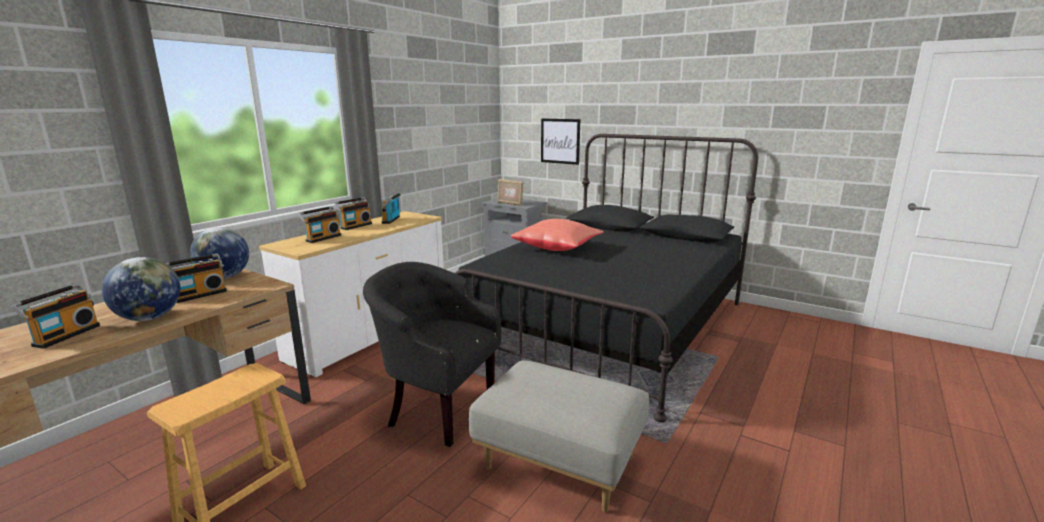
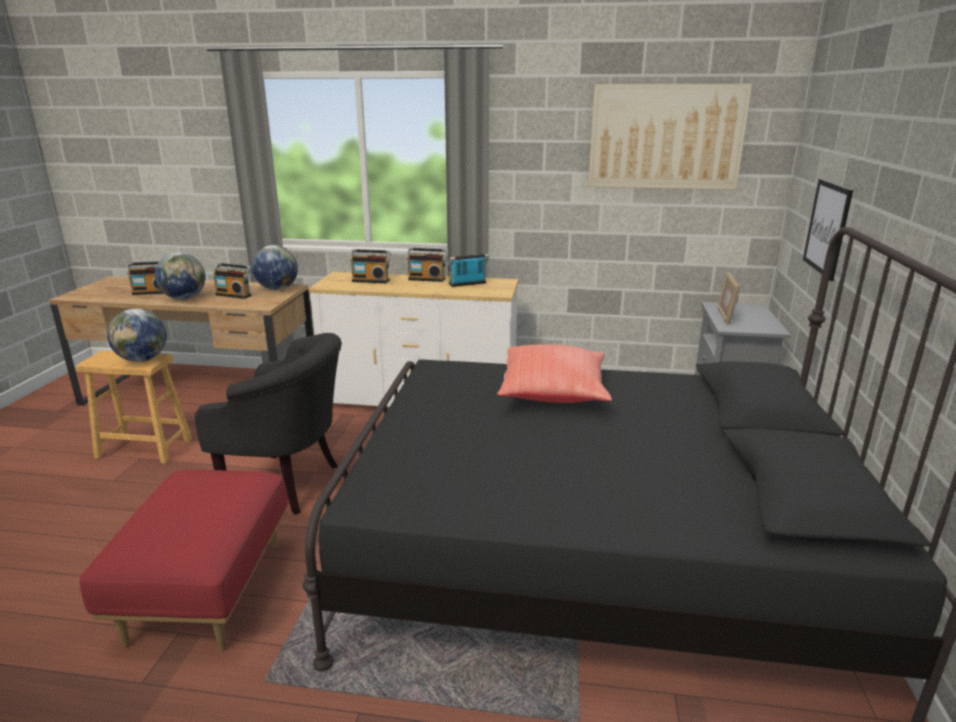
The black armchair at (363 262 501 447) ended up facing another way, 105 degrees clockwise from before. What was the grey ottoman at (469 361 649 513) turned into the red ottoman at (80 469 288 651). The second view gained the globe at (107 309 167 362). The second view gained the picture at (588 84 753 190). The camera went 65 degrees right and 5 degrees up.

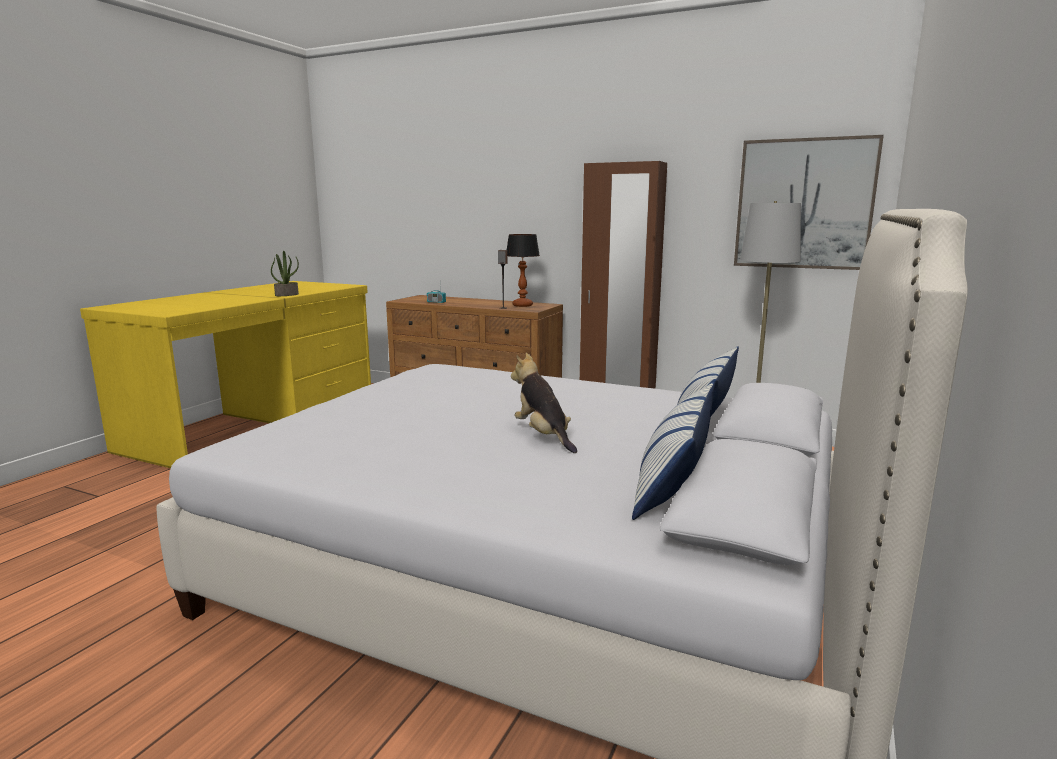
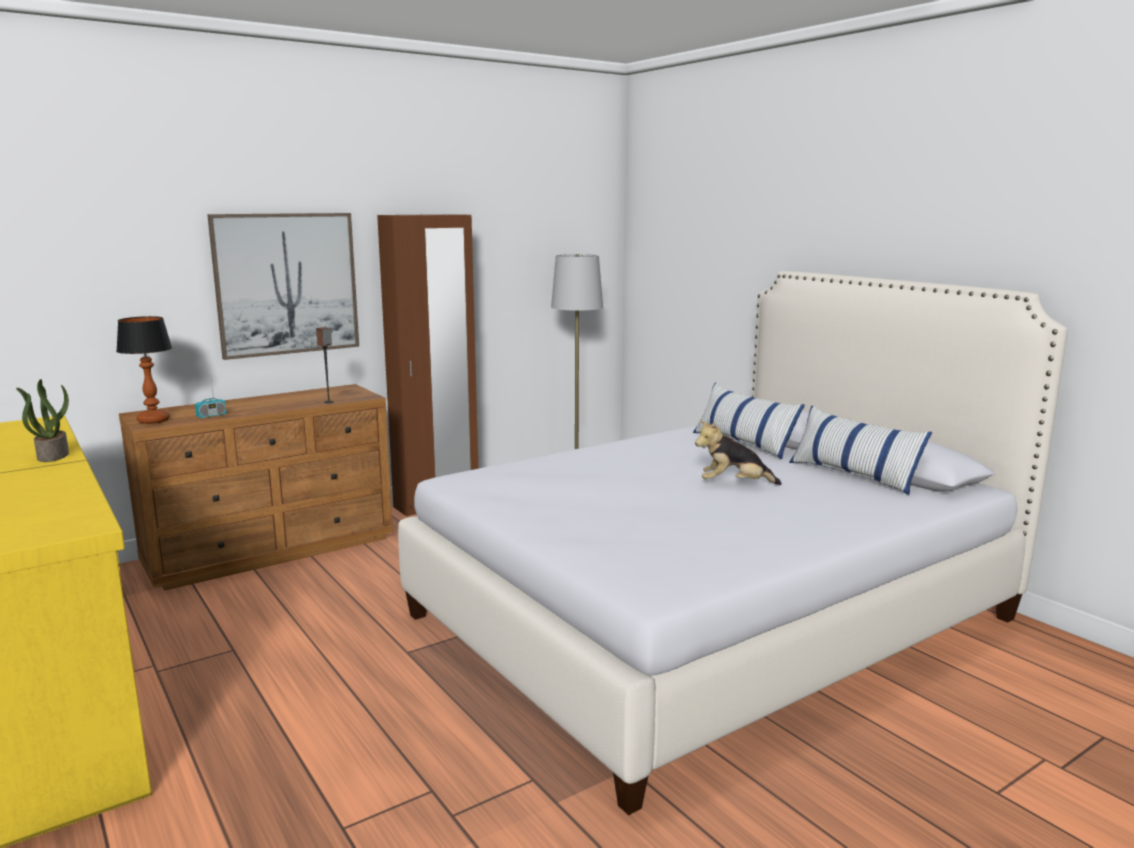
The table lamp ended up elsewhere, having gone from (507 234 540 307) to (116 316 172 424). The picture ended up elsewhere, having gone from (734 135 884 270) to (207 213 359 360). The camera went 60 degrees left and 0 degrees up.

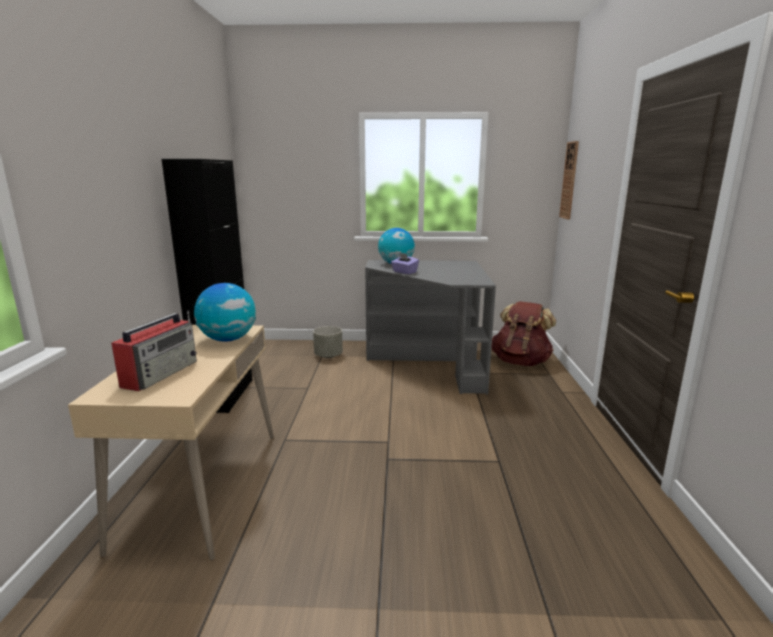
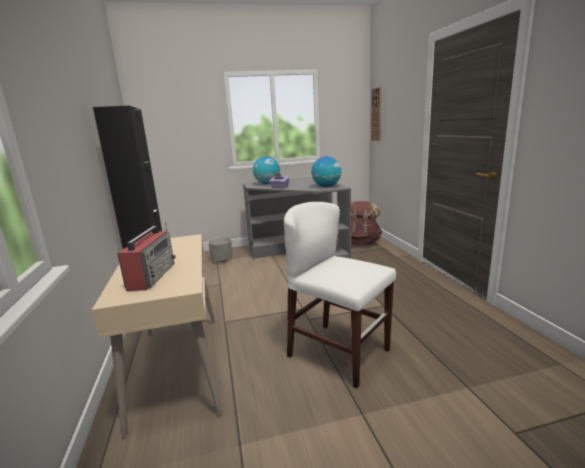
The globe ended up elsewhere, having gone from (194 283 256 342) to (311 156 342 187). The second view gained the white chair at (284 202 396 388). The camera went 15 degrees left and 0 degrees up.

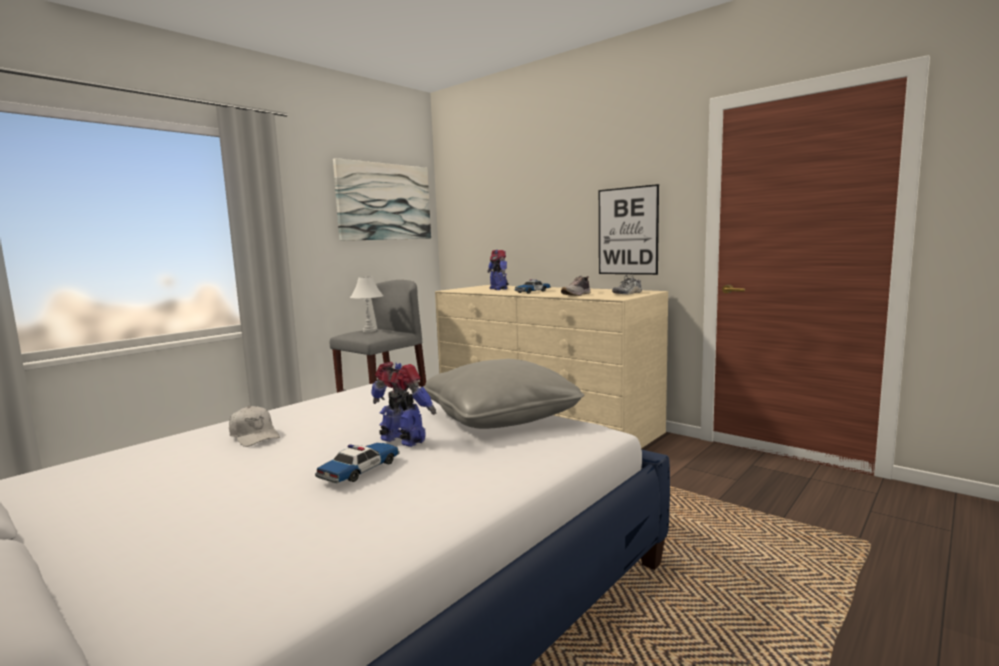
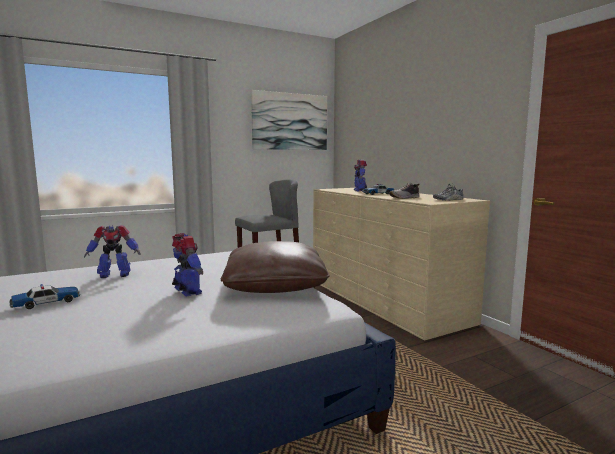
Where the white cap stood at (229 406 280 447), the toy robot came to stand at (84 225 141 278). The toy car ended up elsewhere, having gone from (315 443 400 483) to (10 284 80 309). The second view lost the white table lamp at (350 277 383 332). What was the grey pillow at (424 359 584 429) turned into the brown pillow at (221 241 330 293). The second view lost the picture at (599 184 659 275). The camera went 20 degrees right and 0 degrees up.

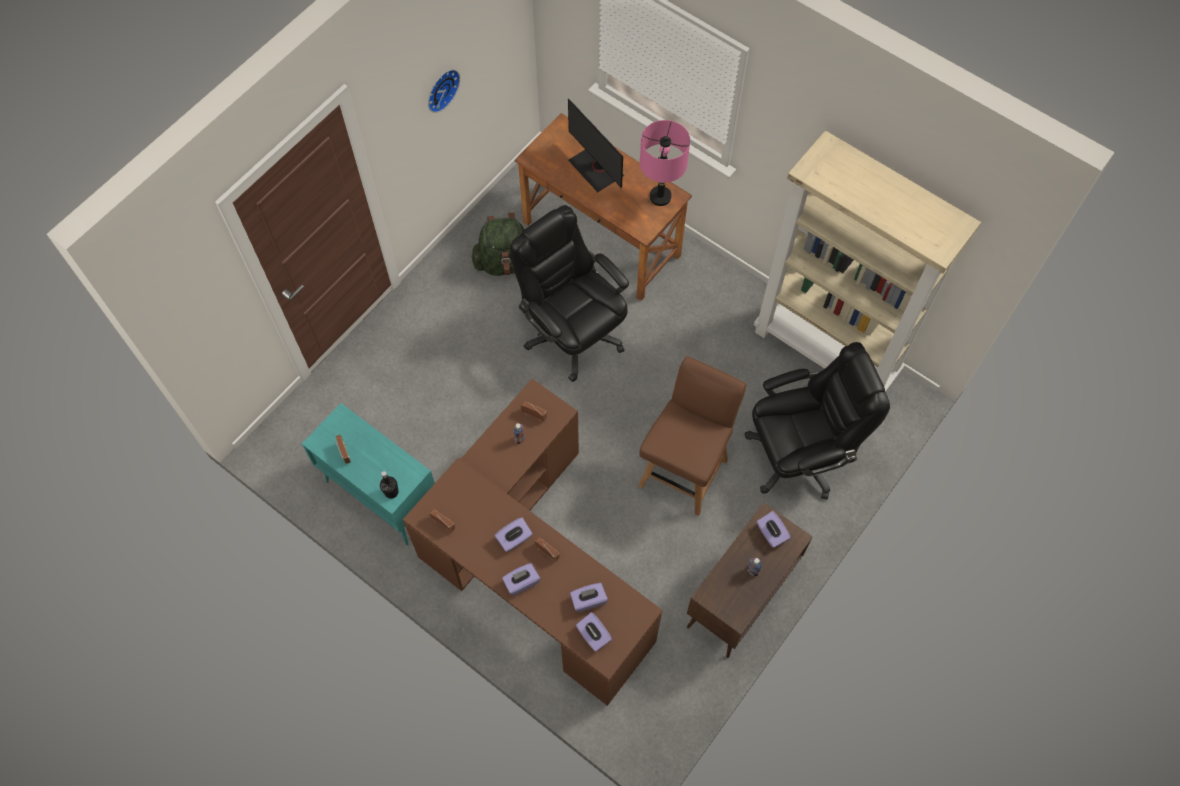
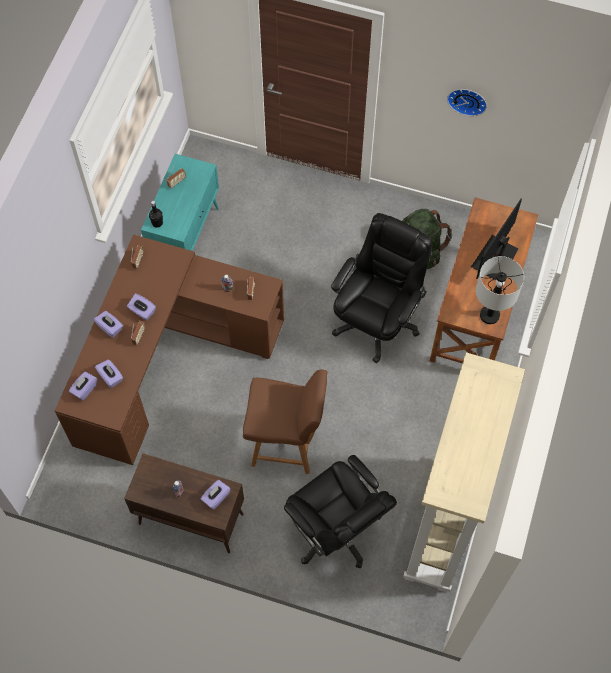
What was the pink table lamp at (640 120 690 206) turned into the grey table lamp at (476 256 524 324). The camera went 70 degrees right and 0 degrees up.

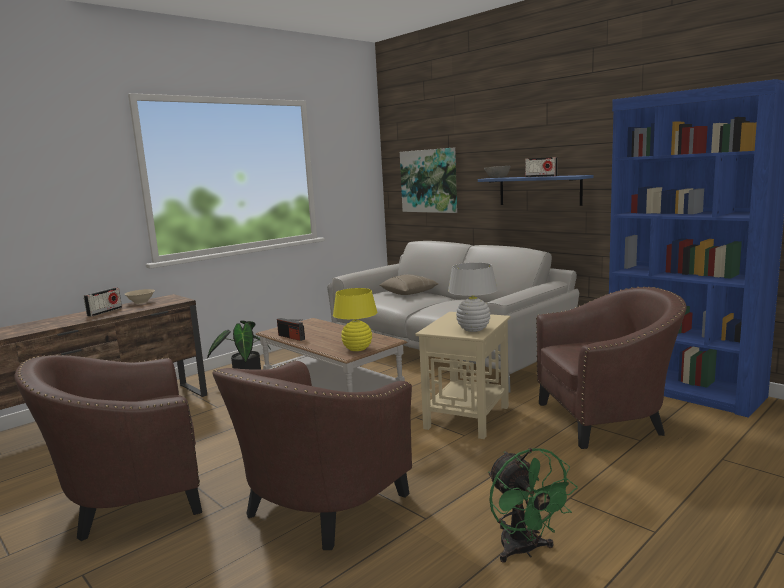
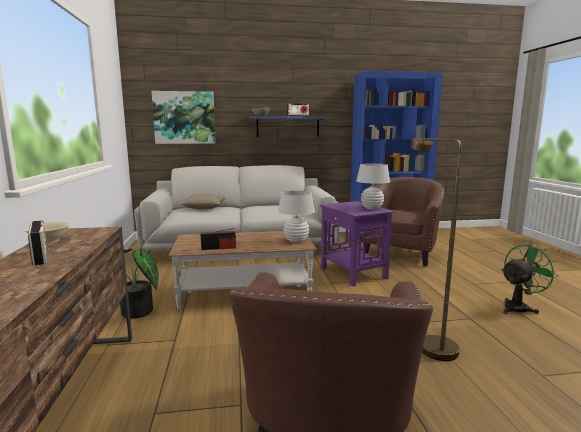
Where the brown armchair stood at (212 360 412 550), the brown floor lamp came to stand at (411 138 462 361). What was the yellow table lamp at (333 288 378 351) turned into the white table lamp at (278 191 315 243). What was the beige side table at (415 312 511 439) turned into the purple side table at (320 201 395 287). The green fan at (488 448 578 563) ended up facing another way, 45 degrees counterclockwise from before. The camera went 55 degrees left and 0 degrees up.

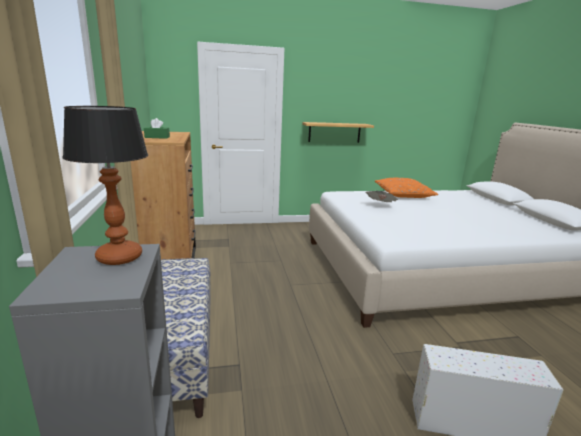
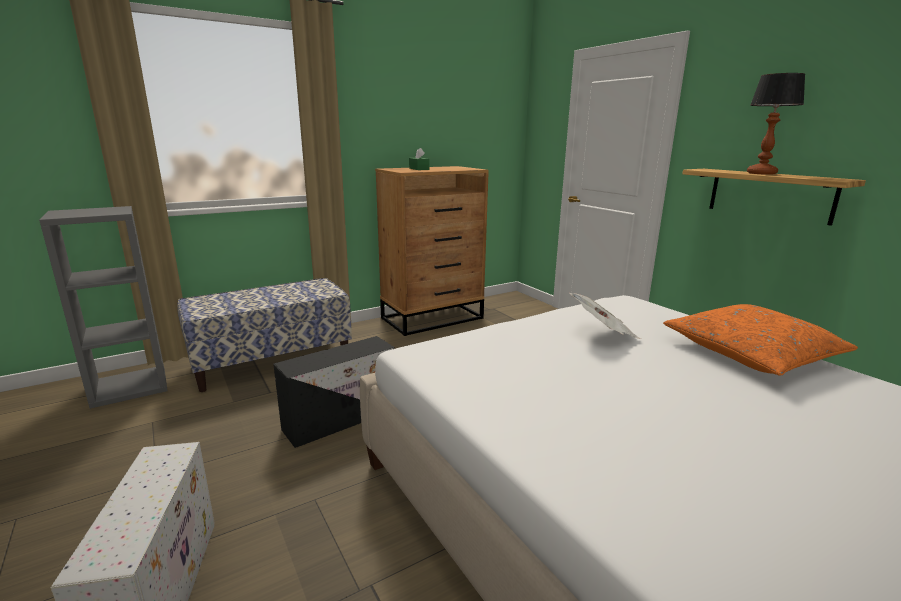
The table lamp ended up elsewhere, having gone from (63 106 148 265) to (747 73 805 175). The second view gained the black storage box at (273 336 395 448). The camera went 70 degrees right and 0 degrees up.

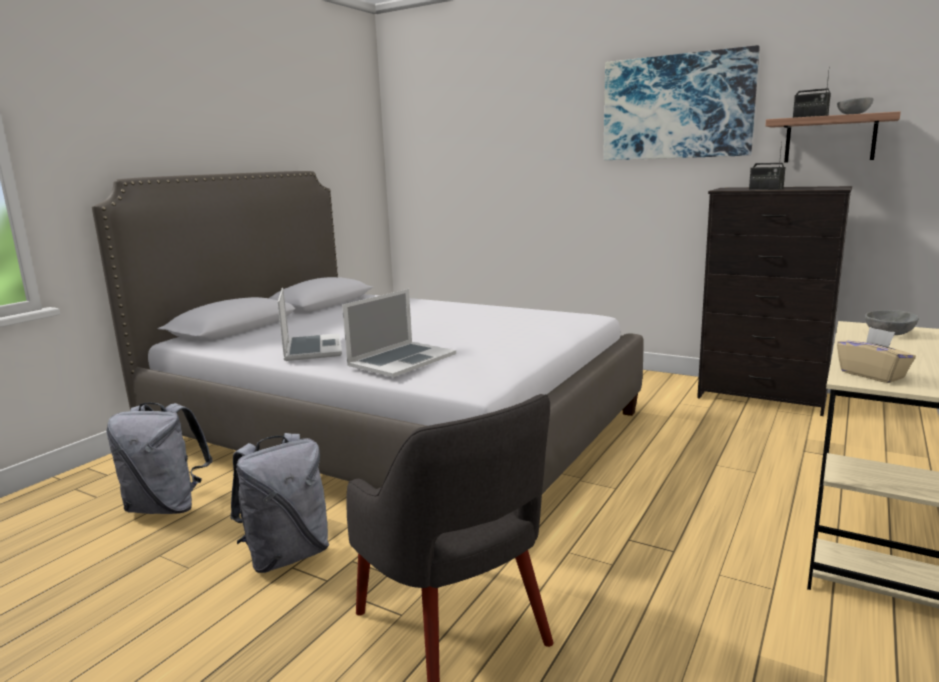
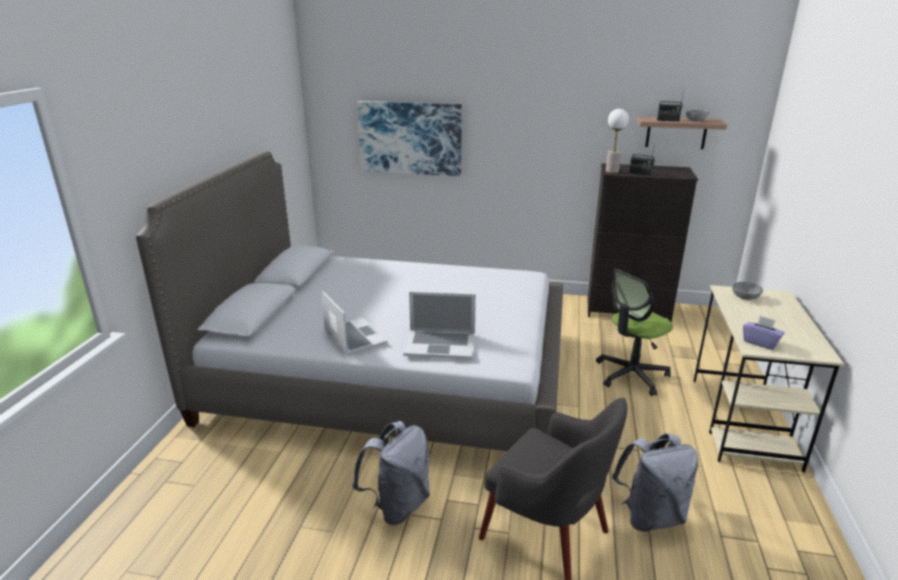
The grey backpack ended up elsewhere, having gone from (106 403 213 514) to (612 433 698 532). The laptop at (342 289 456 377) ended up facing another way, 75 degrees clockwise from before. The picture ended up elsewhere, having gone from (603 45 760 160) to (357 101 462 176). What was the beige tissue box at (837 327 916 383) turned into the purple tissue box at (743 316 785 350). The second view gained the office chair at (596 269 673 396). The second view gained the table lamp at (606 109 629 173). The camera went 20 degrees left and 10 degrees up.

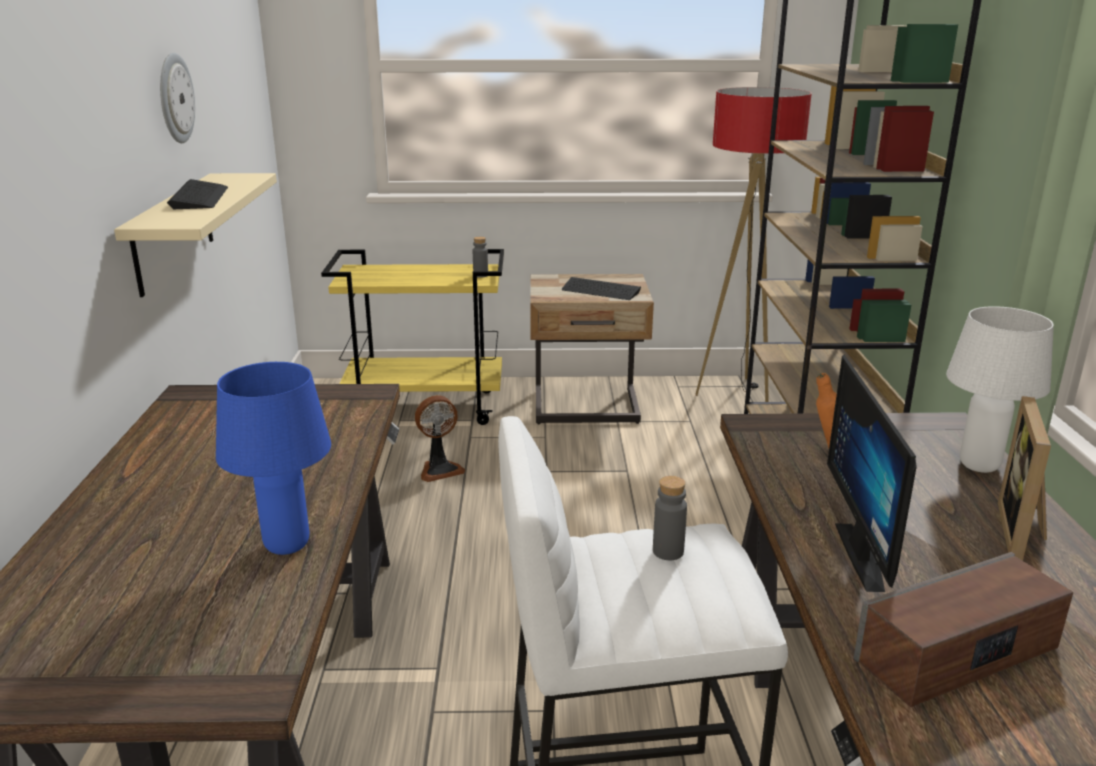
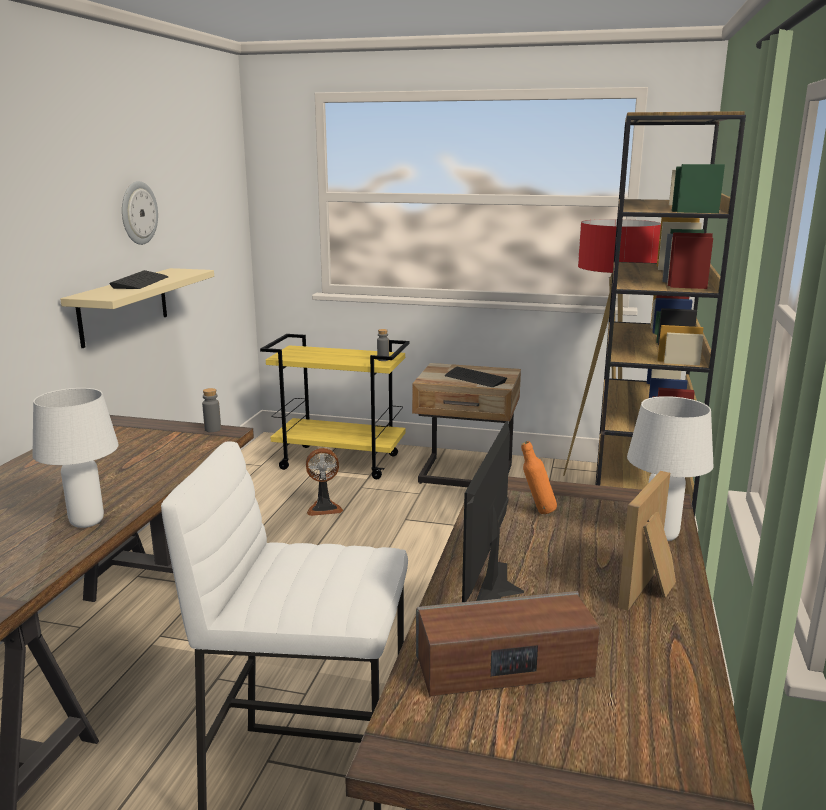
What was the blue table lamp at (216 362 331 555) turned into the white table lamp at (32 388 119 528). The grey bottle ended up elsewhere, having gone from (653 476 687 560) to (202 388 221 432). The camera went 15 degrees right and 5 degrees down.

